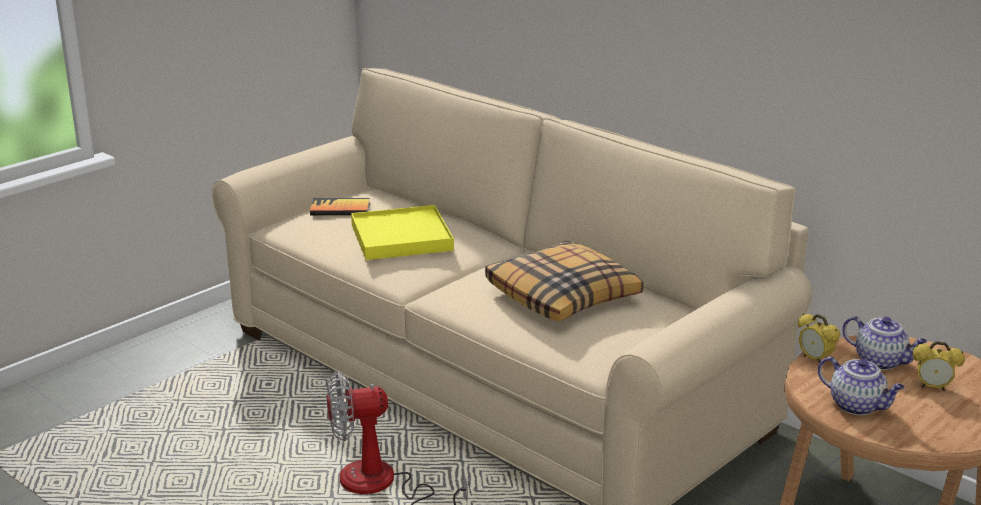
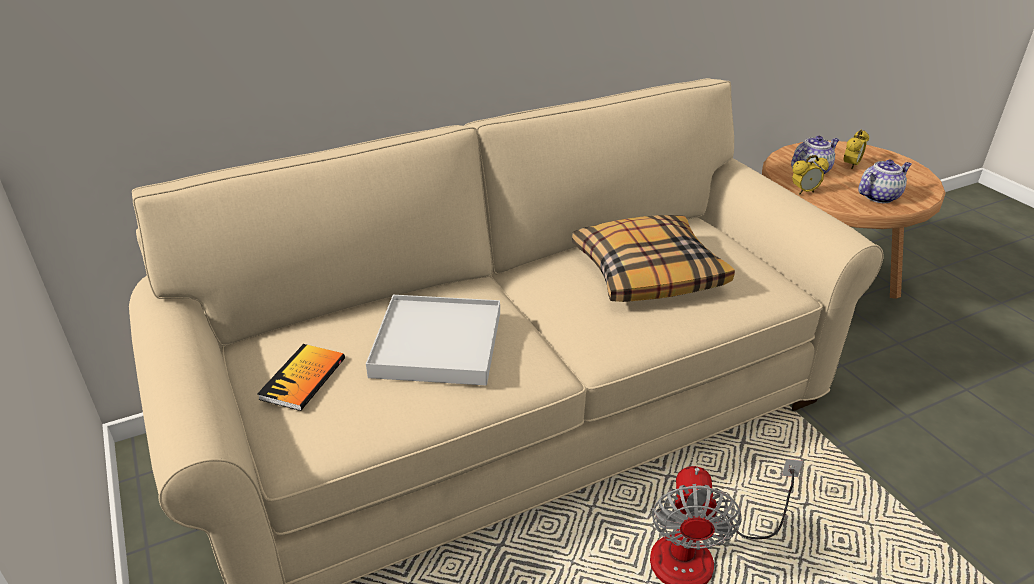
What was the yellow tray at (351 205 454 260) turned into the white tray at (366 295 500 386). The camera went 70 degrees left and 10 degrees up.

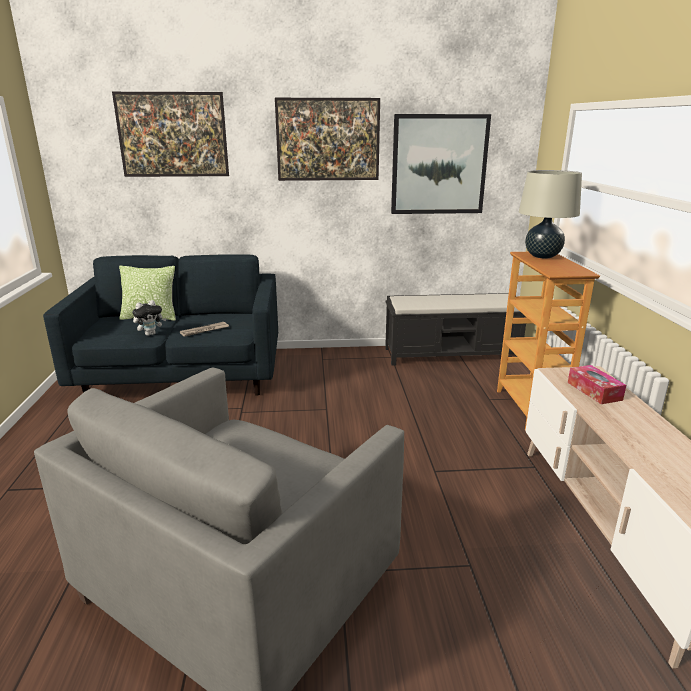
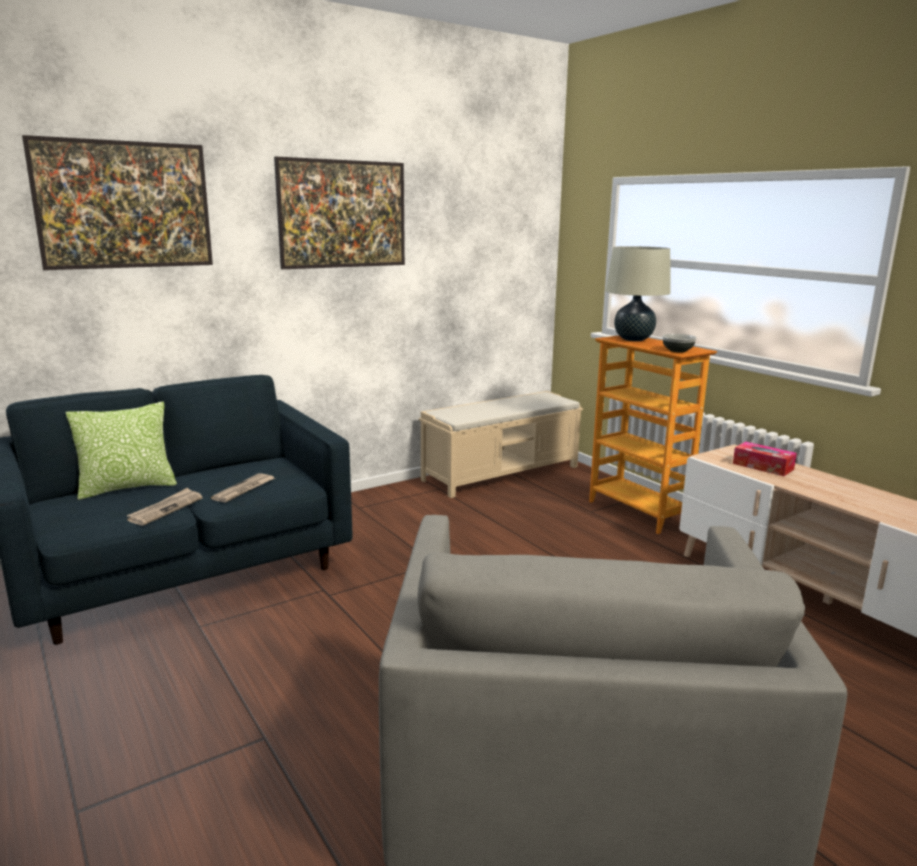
Where the plush toy stood at (132 300 166 336), the newspaper came to stand at (127 488 203 526). What was the black bench at (385 293 527 366) turned into the beige bench at (419 391 583 498). The second view lost the picture at (391 114 491 214). The second view gained the bowl at (662 334 697 352). The camera went 30 degrees left and 5 degrees down.

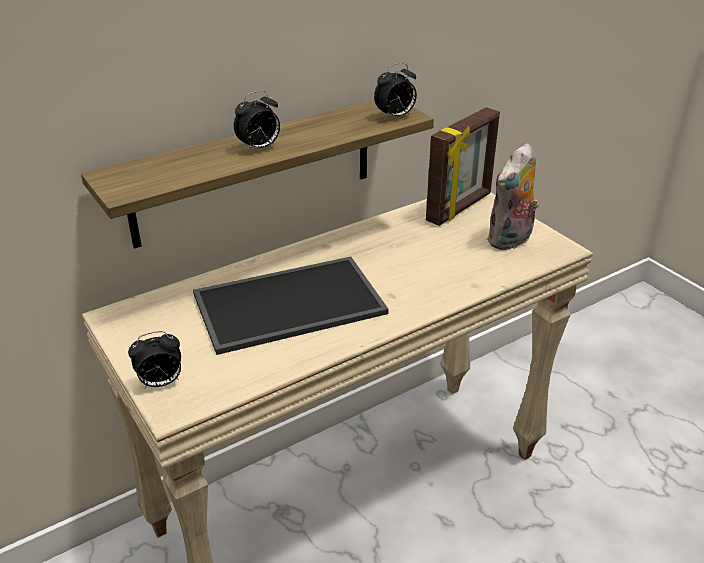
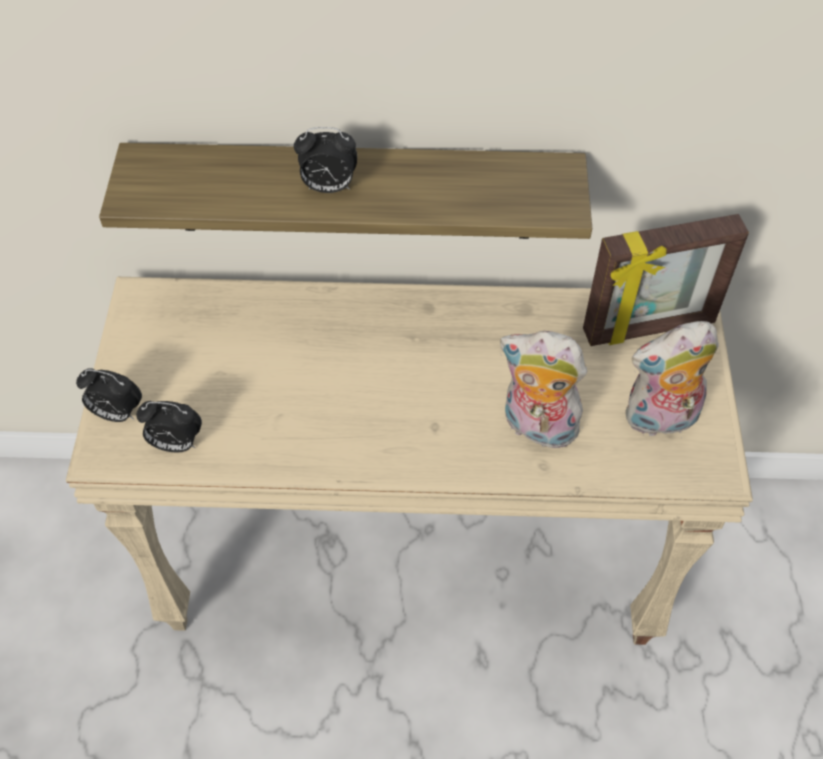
The second view lost the tray at (193 257 389 355). The alarm clock ended up elsewhere, having gone from (374 63 417 119) to (136 401 202 452). The second view gained the plush toy at (500 331 587 452). The camera went 35 degrees right and 20 degrees up.

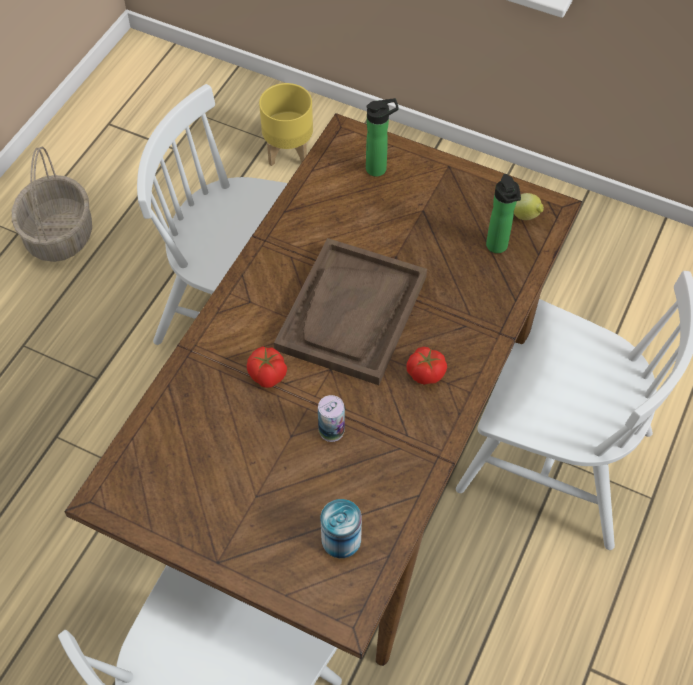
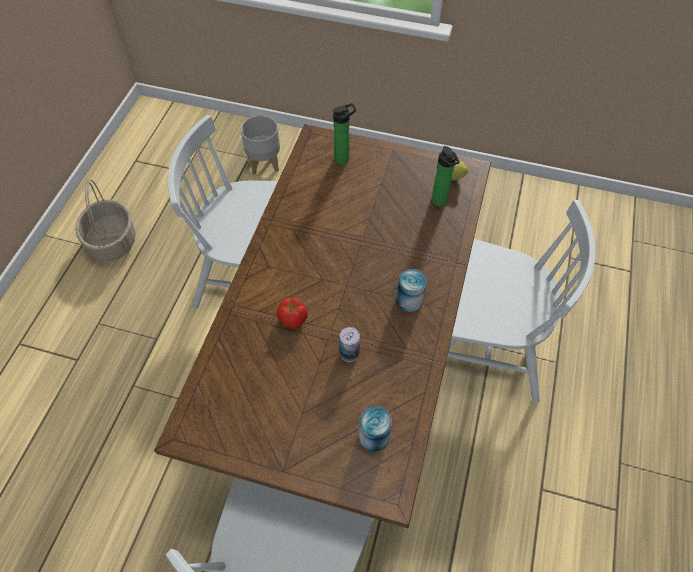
What was the yellow planter at (259 83 313 166) turned into the grey planter at (241 115 280 175). The second view lost the brown tray at (274 238 427 385). Where the tomato stood at (407 347 447 385), the can came to stand at (396 269 427 312). The camera went 10 degrees left and 0 degrees up.

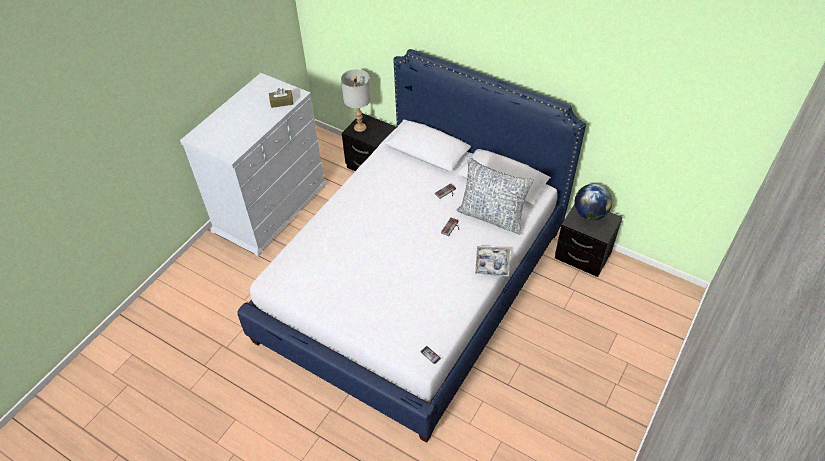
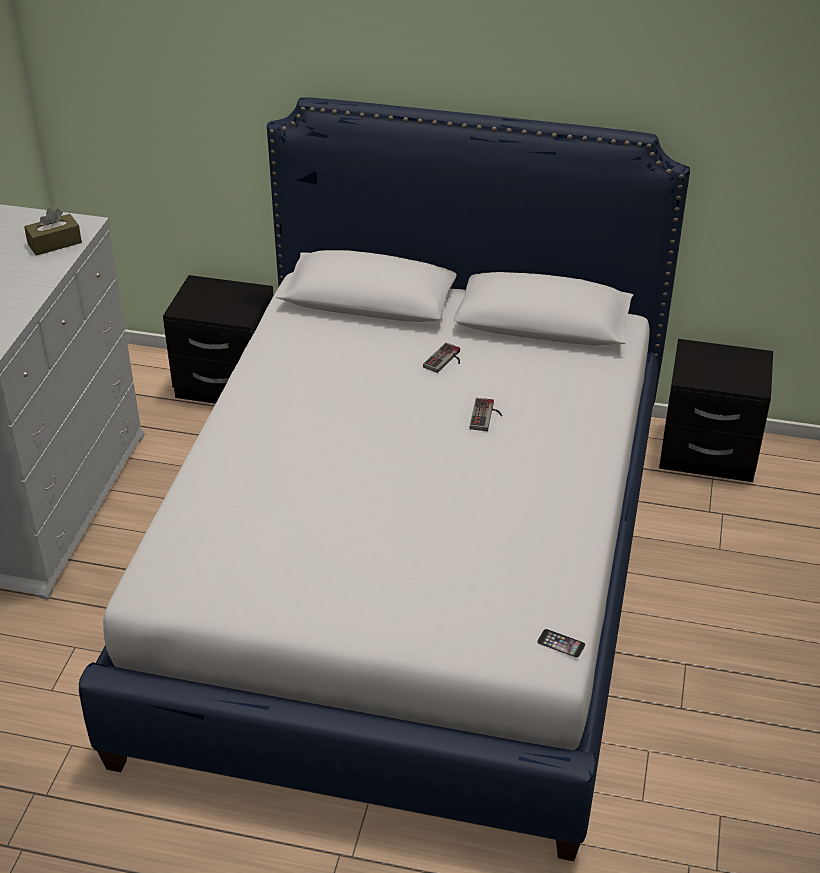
The second view lost the grey table lamp at (341 69 371 132). The second view lost the pillow at (457 157 534 235). The second view lost the tray at (475 246 510 277). The second view lost the globe at (575 184 612 220). The camera went 20 degrees left and 10 degrees down.

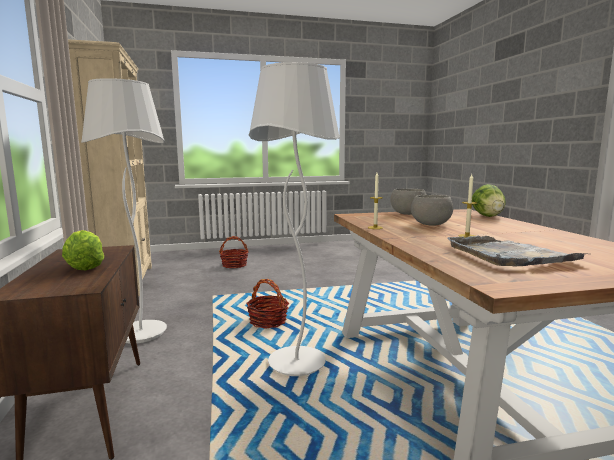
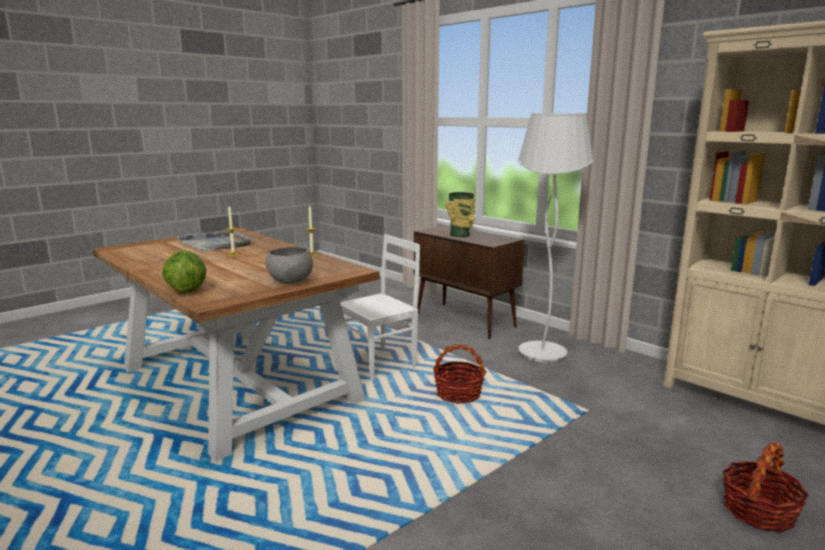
Where the lettuce stood at (62 230 104 270), the vase came to stand at (445 192 475 237). Where the white floor lamp stood at (249 62 340 376), the white chair came to stand at (340 234 420 381). The second view lost the grey bowl at (411 195 453 226). The camera went 150 degrees right and 5 degrees up.

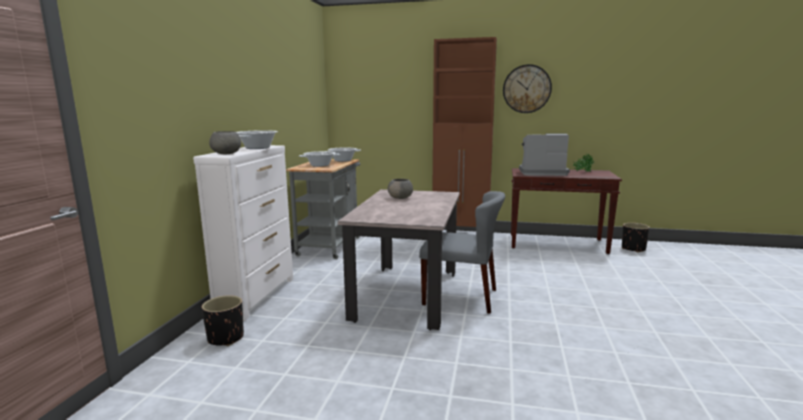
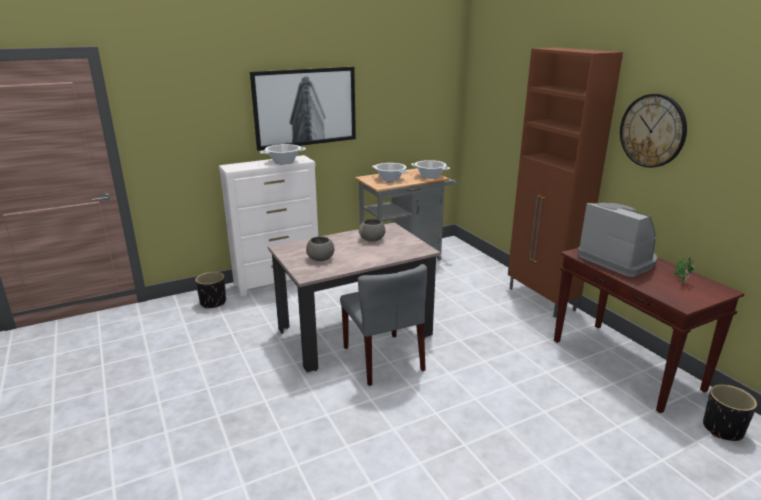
The grey bowl ended up elsewhere, having gone from (209 131 241 154) to (306 237 335 261). The second view gained the picture at (250 67 356 151). The camera went 50 degrees right and 10 degrees up.

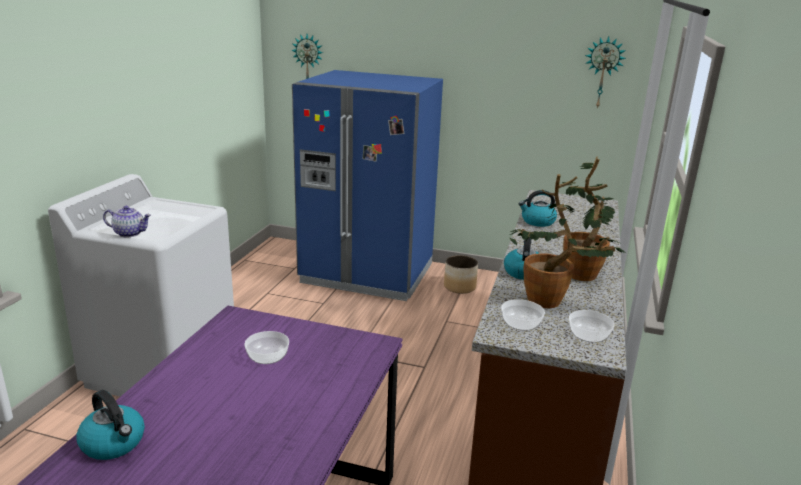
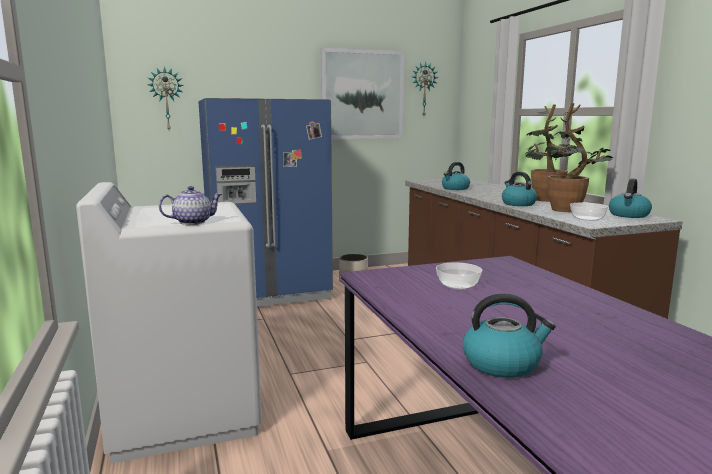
Where the bowl stood at (569 310 614 343), the kettle came to stand at (609 179 652 218). The second view gained the picture at (321 48 404 139). The camera went 35 degrees left and 10 degrees down.

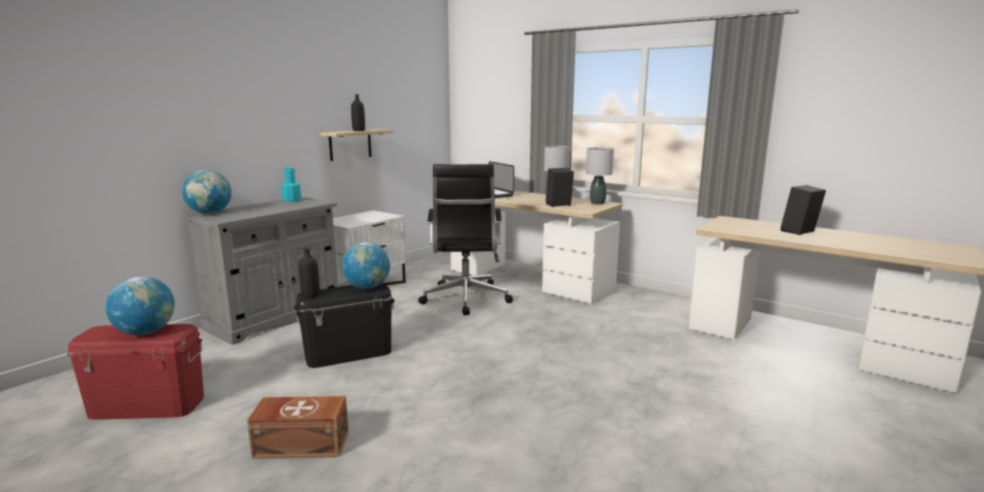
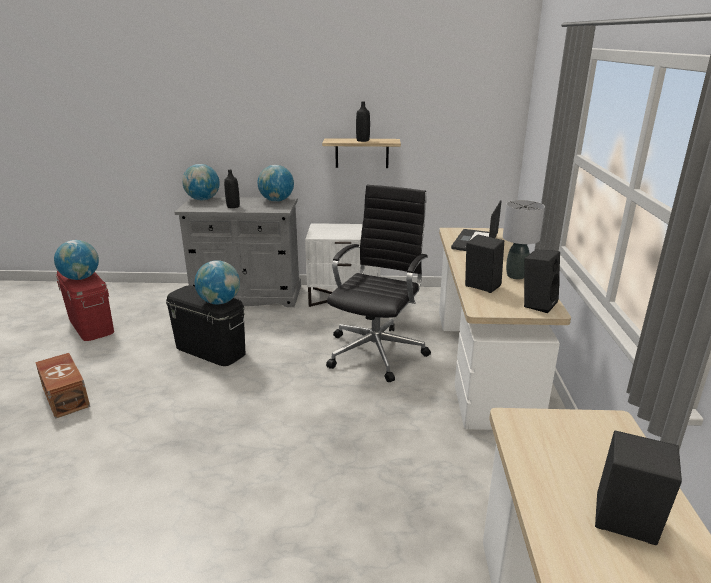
Where the turquoise bottle stood at (281 168 301 202), the globe came to stand at (258 165 294 202). The black bottle ended up elsewhere, having gone from (299 248 320 298) to (224 170 240 208). The black office chair at (418 164 513 316) ended up facing another way, 150 degrees clockwise from before. Where the grey table lamp stood at (586 148 614 205), the black speaker came to stand at (524 249 560 313). The camera went 55 degrees right and 10 degrees up.

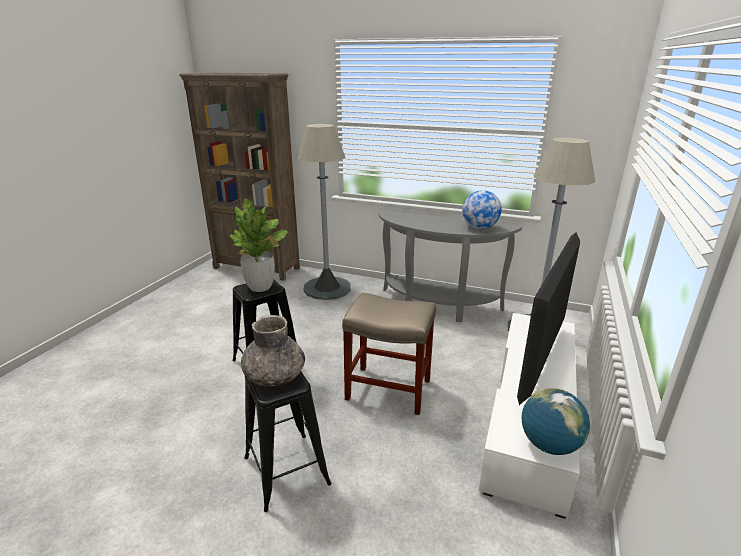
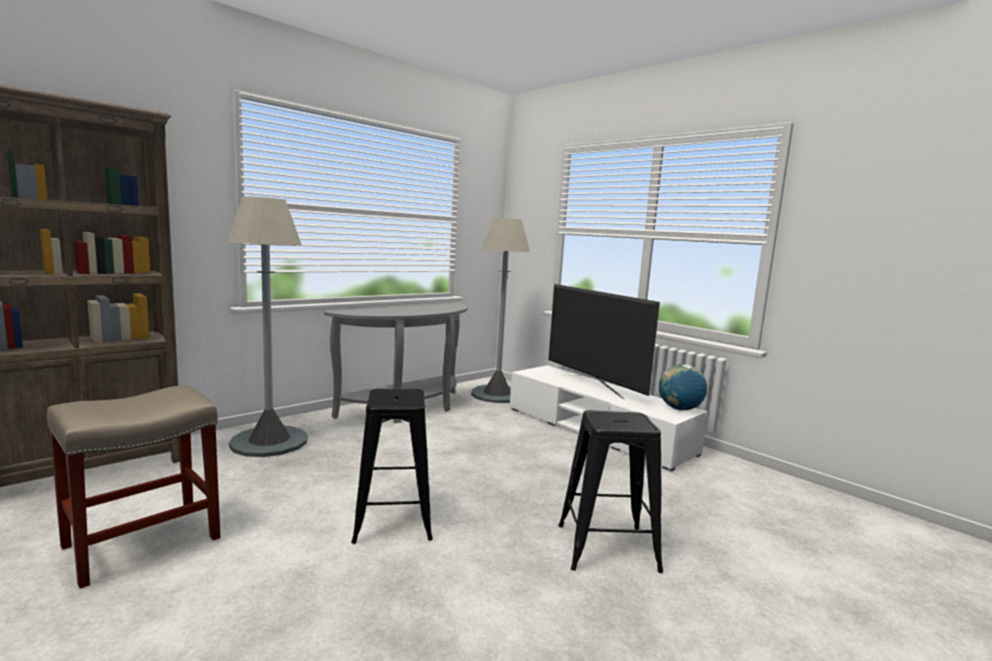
The second view lost the potted plant at (230 198 289 292). The second view lost the grey vase at (241 315 305 387). The beige stool ended up elsewhere, having gone from (342 293 436 415) to (47 385 220 588). The second view lost the globe at (462 190 502 229). The camera went 65 degrees left and 15 degrees down.

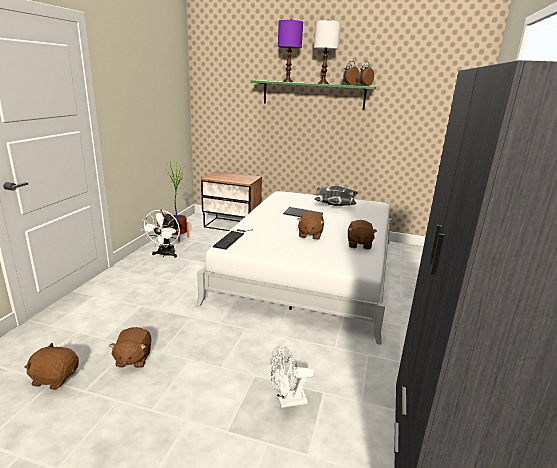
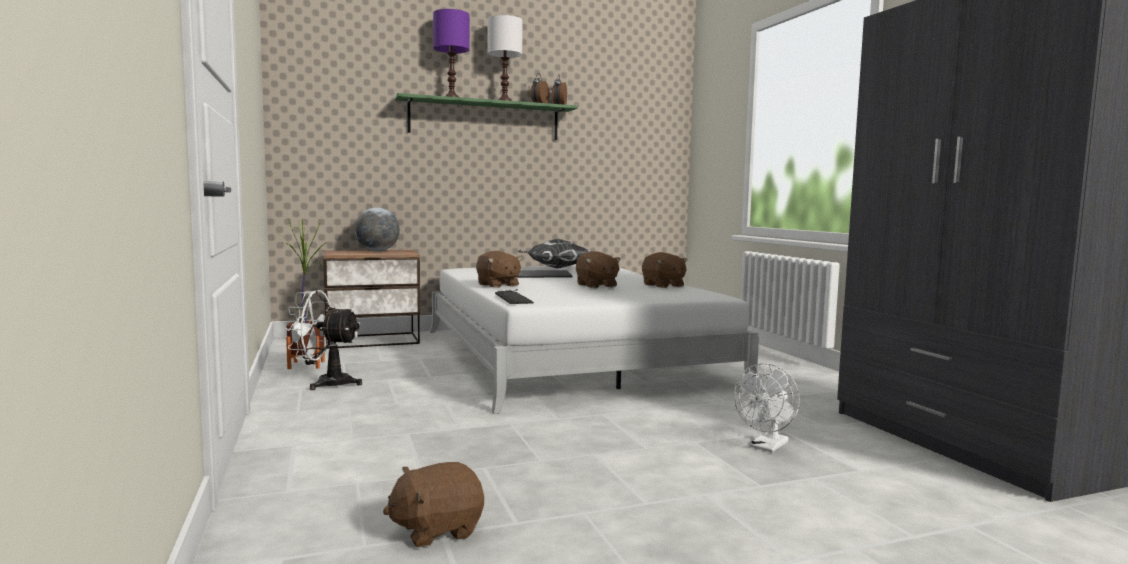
The brown plush toy ended up elsewhere, having gone from (109 327 152 368) to (476 251 522 288). The white fan at (141 210 180 258) ended up facing another way, 120 degrees clockwise from before. The second view gained the globe at (354 208 400 251). The camera went 35 degrees left and 15 degrees down.

